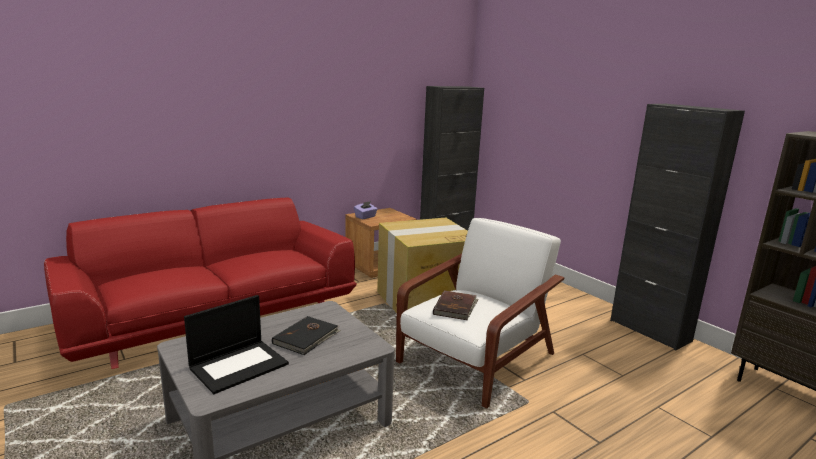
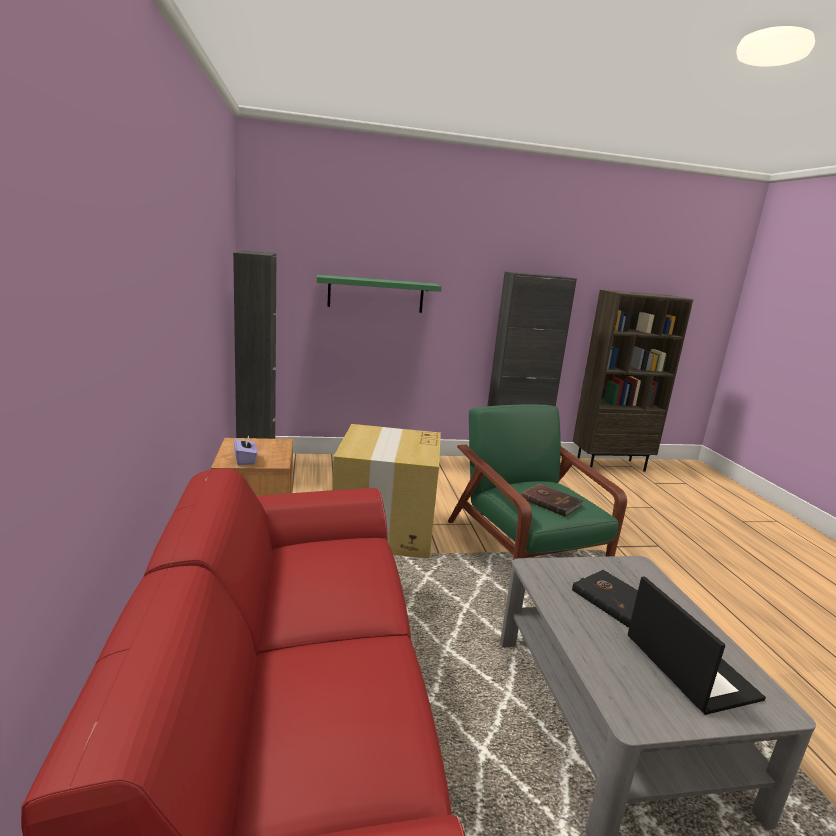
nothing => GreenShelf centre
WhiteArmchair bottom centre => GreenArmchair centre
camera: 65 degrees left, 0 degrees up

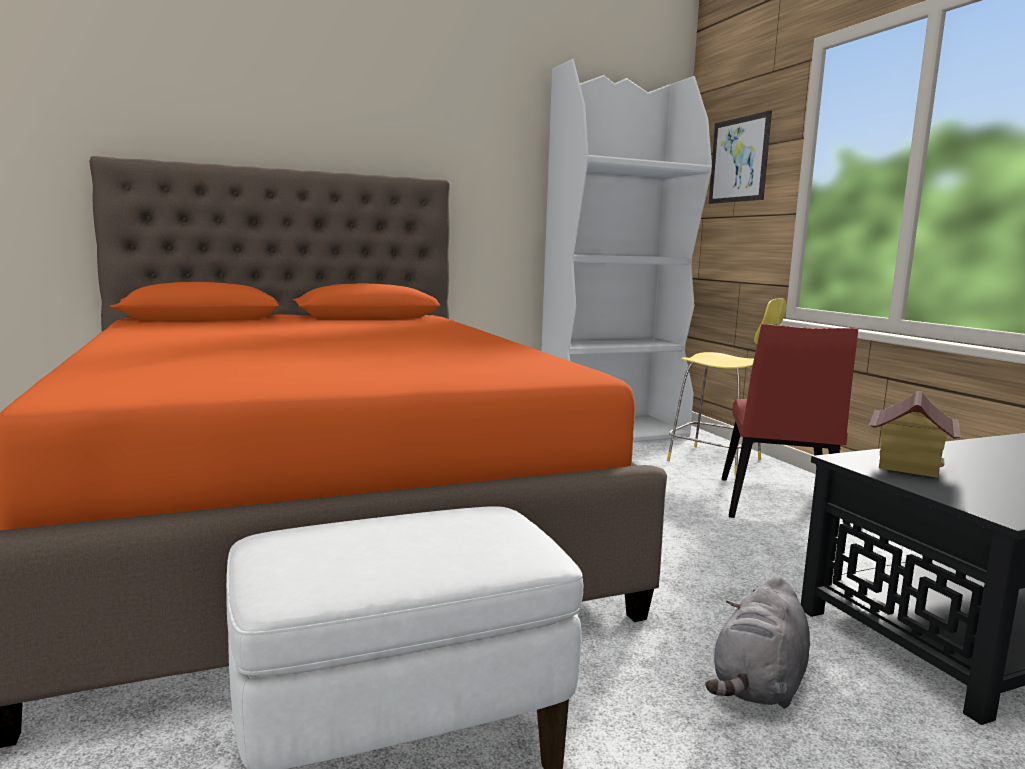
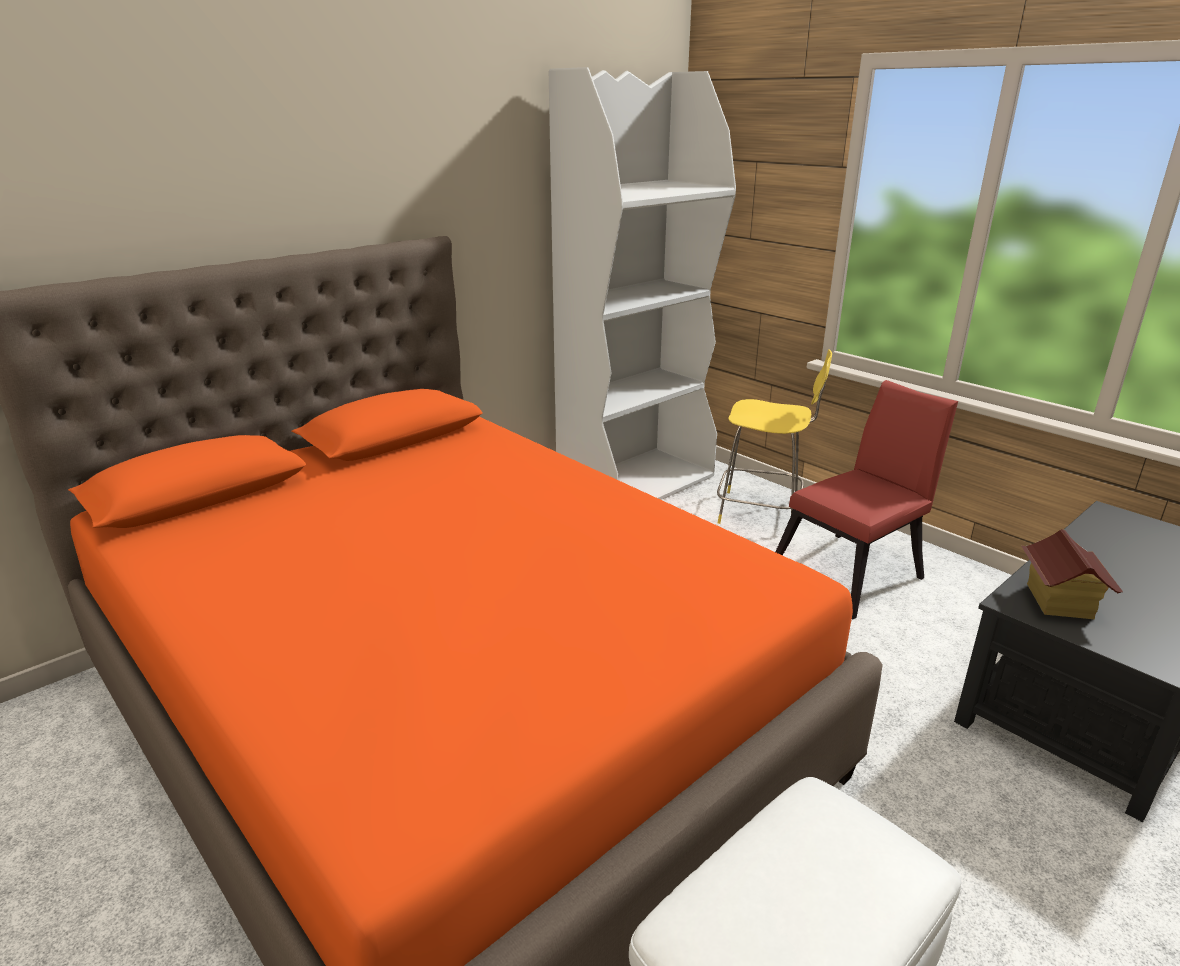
RedChair middle right, 120 degrees counterclockwise
GreyPlushToy bottom right => nothing
Picture top right => nothing
camera: 20 degrees left, 15 degrees up

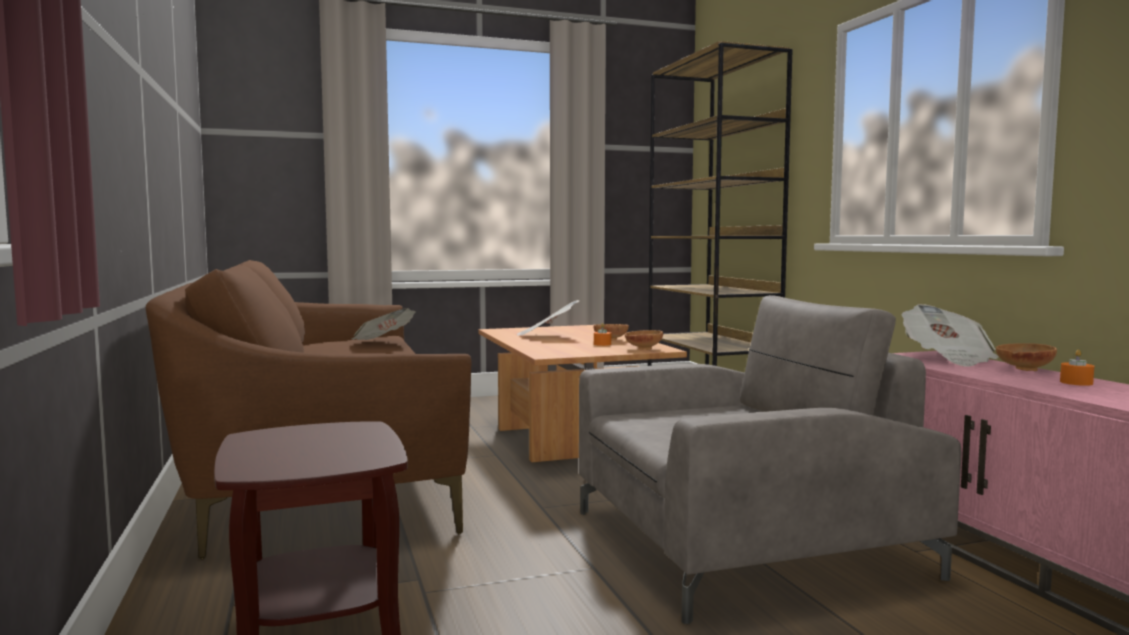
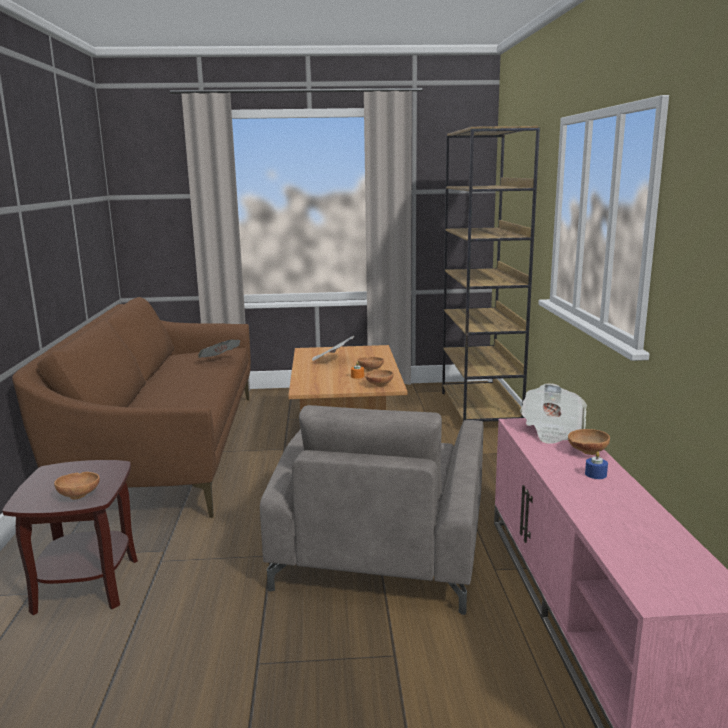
nothing => BrownBowl (1st from left) bottom left
GreyArmchair bottom right => GreyArmchair bottom centre, 105 degrees clockwise
OrangeCandle (2nd from left) middle right => BlueCandle middle right
camera: 15 degrees right, 10 degrees up

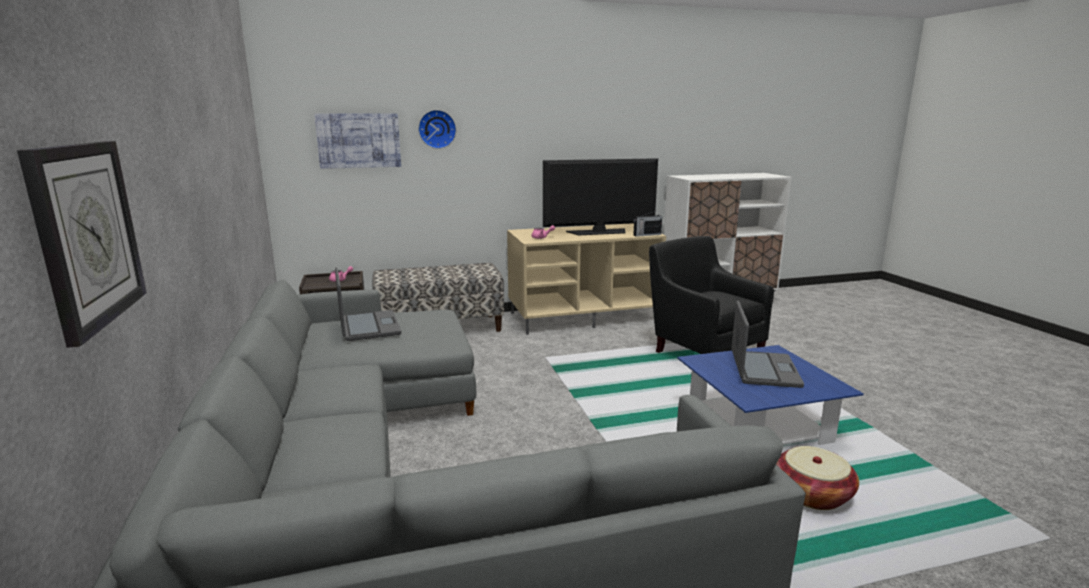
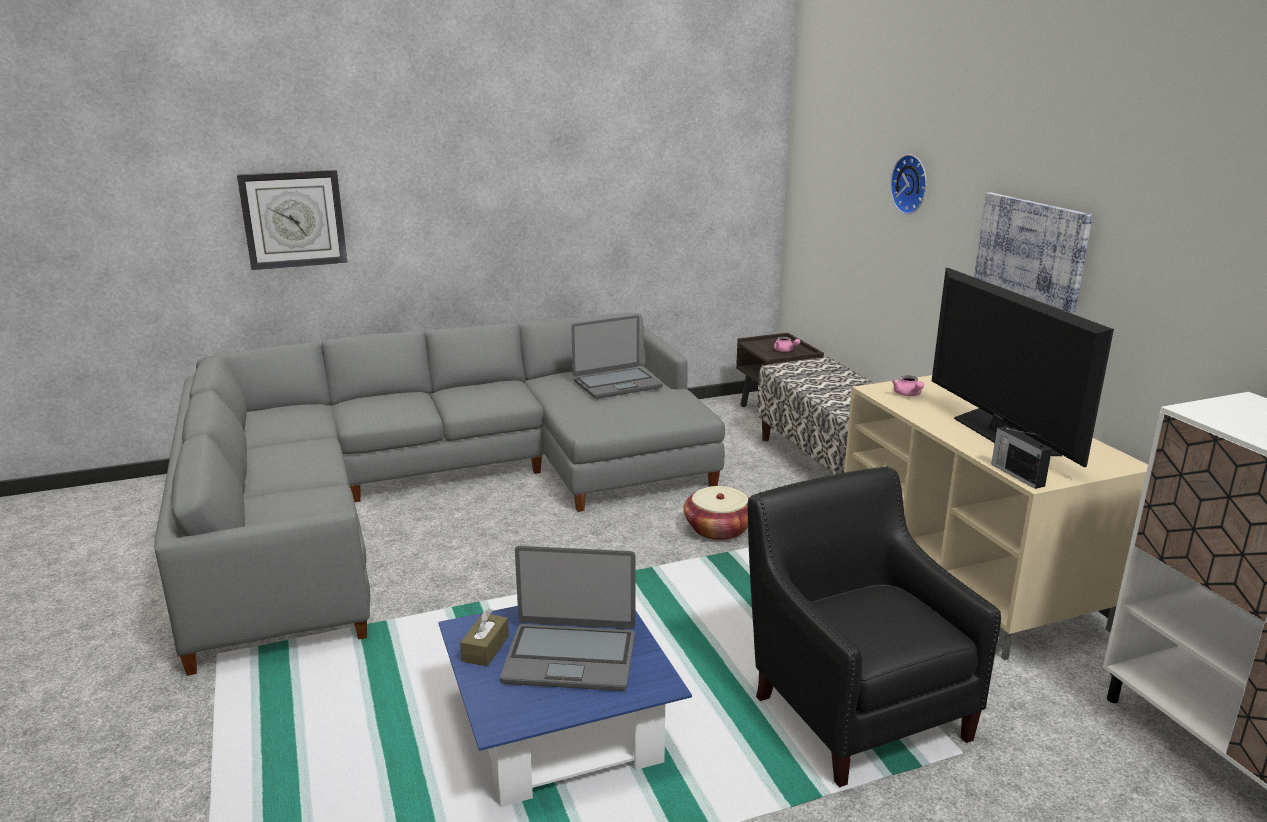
nothing => BrownTissueBox bottom centre
Basket bottom right => Basket centre, move
BlackArmchair centre => BlackArmchair bottom right, 75 degrees counterclockwise
Picture top left => Picture top right, move
camera: 85 degrees right, 5 degrees up

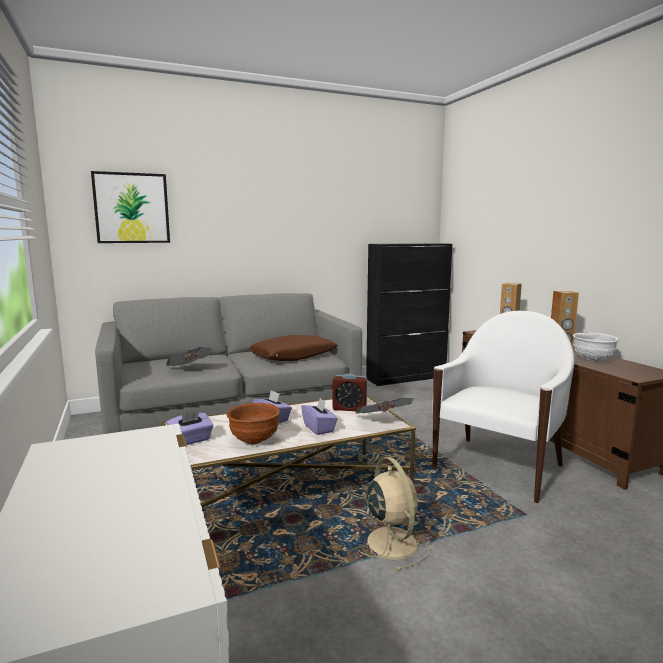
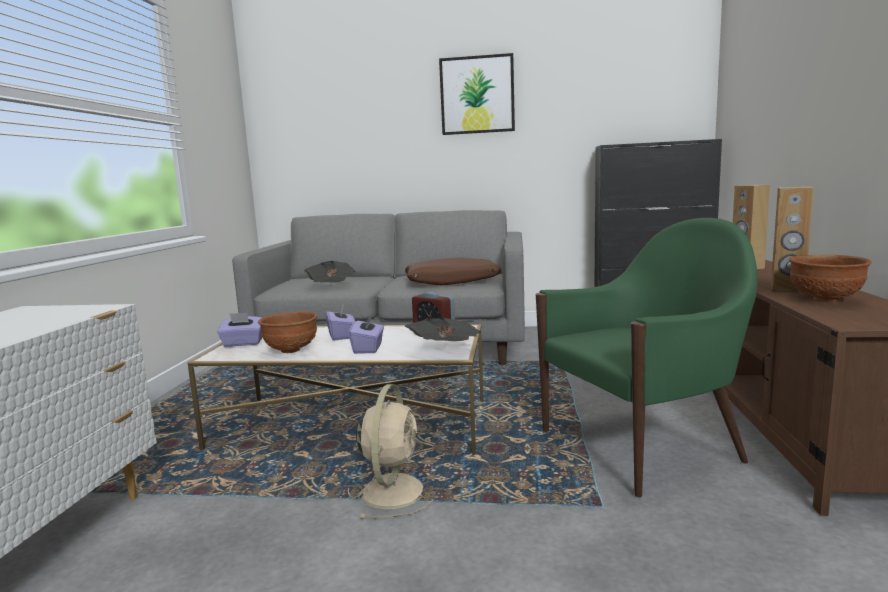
Picture top left => Picture top centre, move
WhiteArmchair middle right => GreenArmchair middle right
WhiteBowl middle right => BrownBowl (2nd from left) middle right
camera: 30 degrees right, 0 degrees up

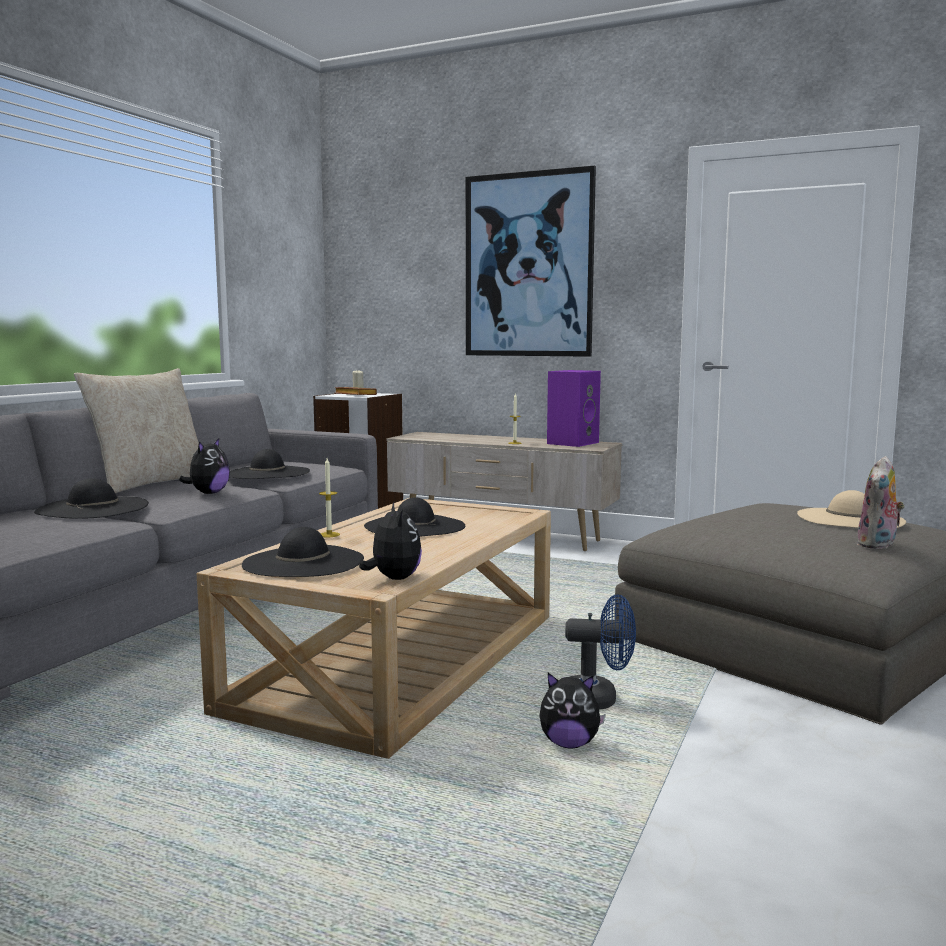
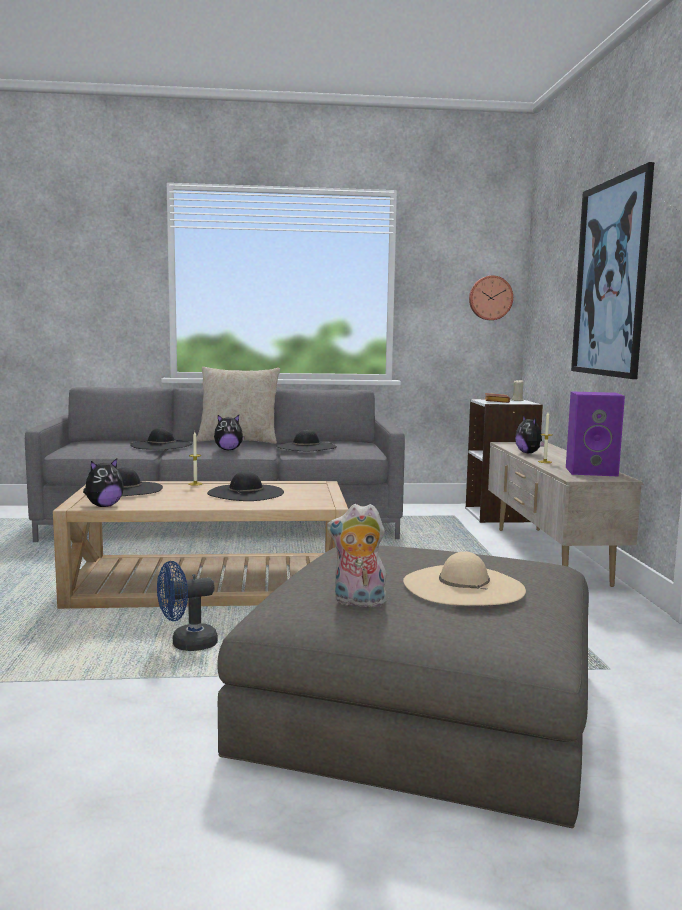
BlueFan bottom centre => BlueFan middle left, 90 degrees clockwise
nothing => WallClock top right
PlushToy (3rd from left in the first image) bottom centre => PlushToy (4th from left) middle right, move
camera: 60 degrees right, 0 degrees up

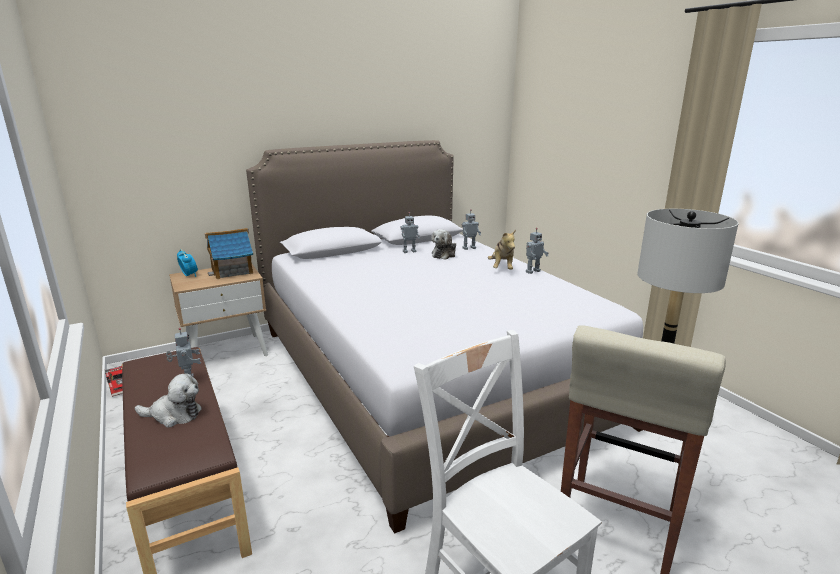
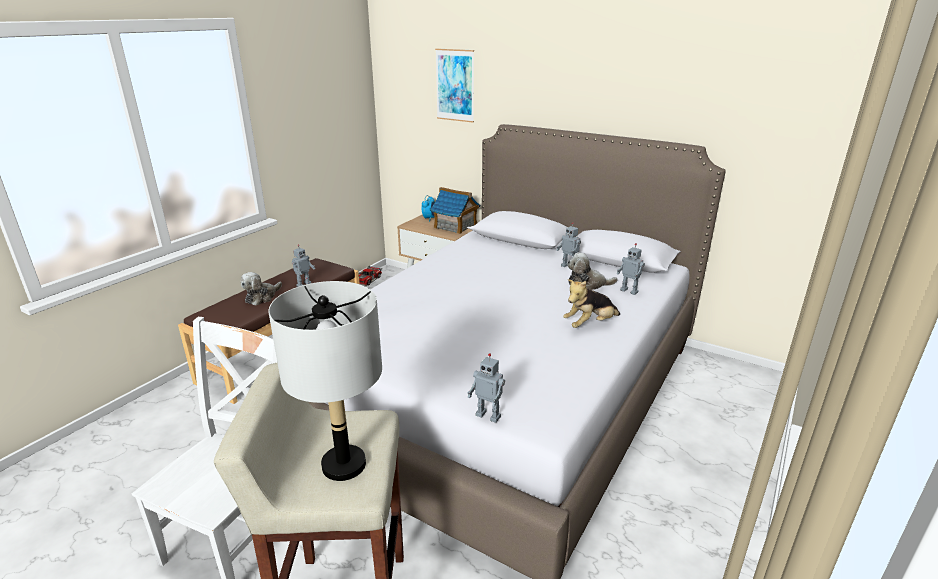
PlushToy (1st from left) bottom left => PlushToy (1st from left) middle left, 60 degrees clockwise
nothing => Picture top centre
ToyRobot (4th from left in the first image) centre => ToyRobot (2nd from left) bottom centre, move
camera: 60 degrees right, 5 degrees up

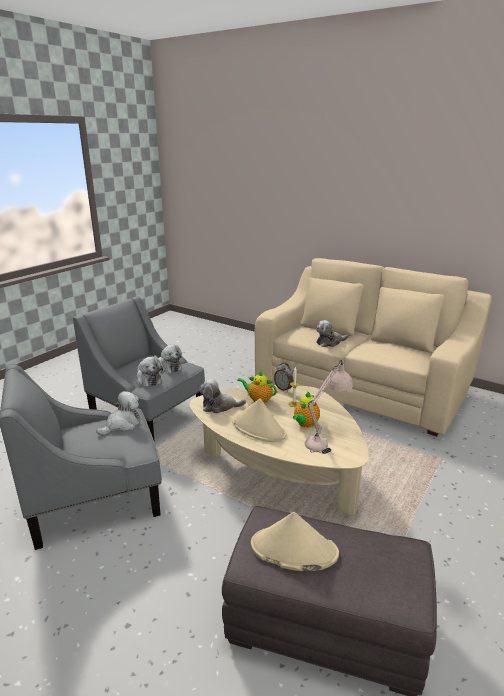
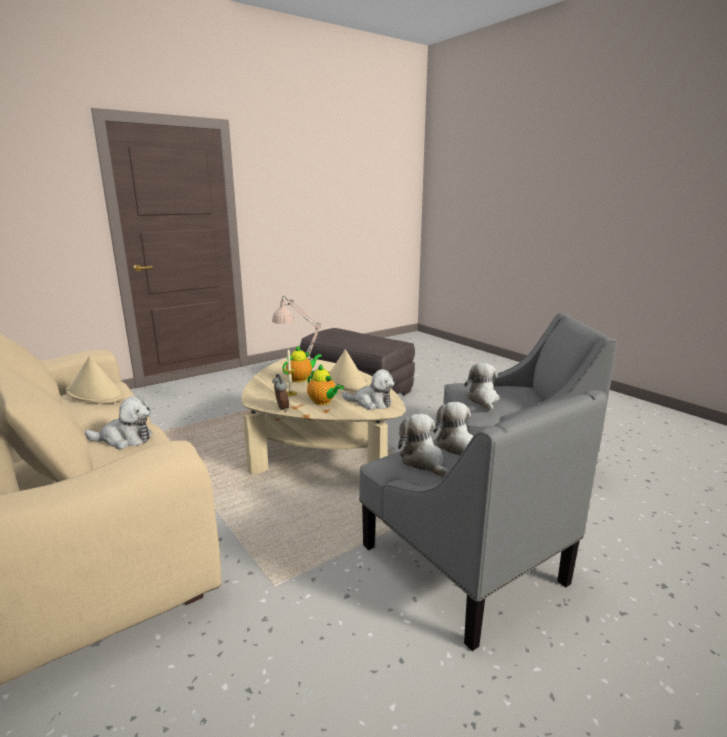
BeigeHat (2nd from left in the first image) bottom centre => BeigeHat (1st from left) middle left, move
PlushToy (1st from left in the first image) middle left => PlushToy (5th from left) centre, 120 degrees clockwise
camera: 160 degrees left, 5 degrees down

